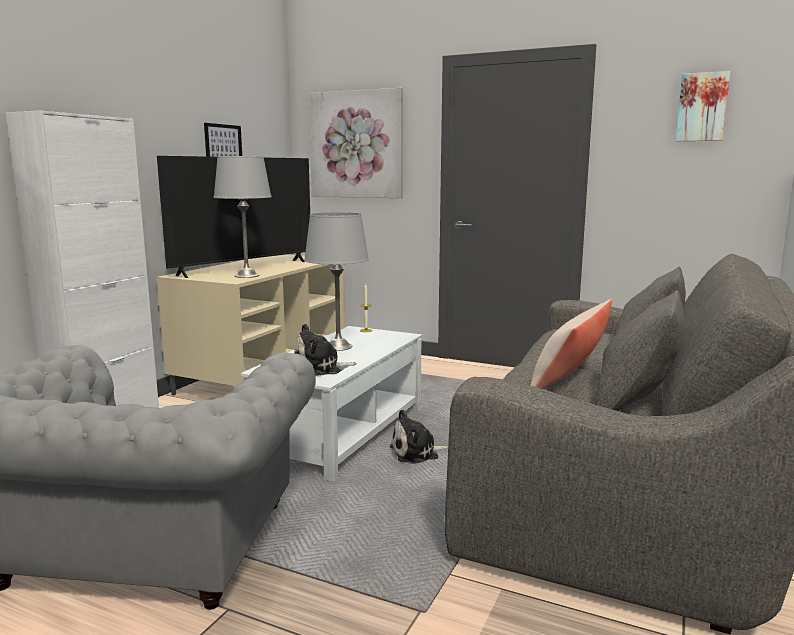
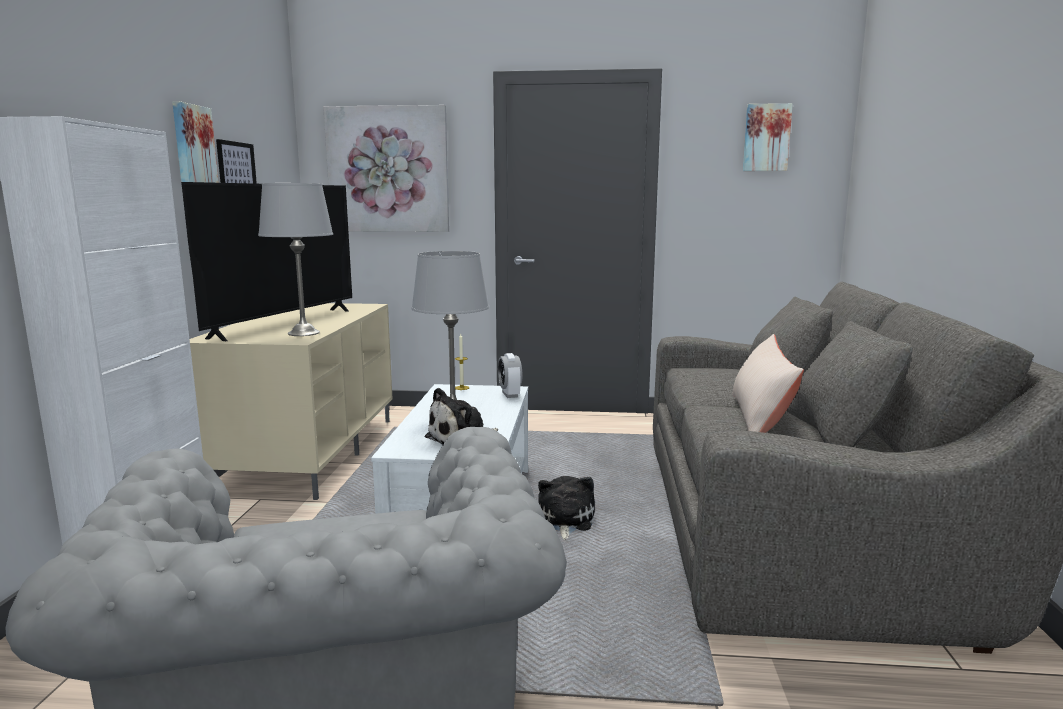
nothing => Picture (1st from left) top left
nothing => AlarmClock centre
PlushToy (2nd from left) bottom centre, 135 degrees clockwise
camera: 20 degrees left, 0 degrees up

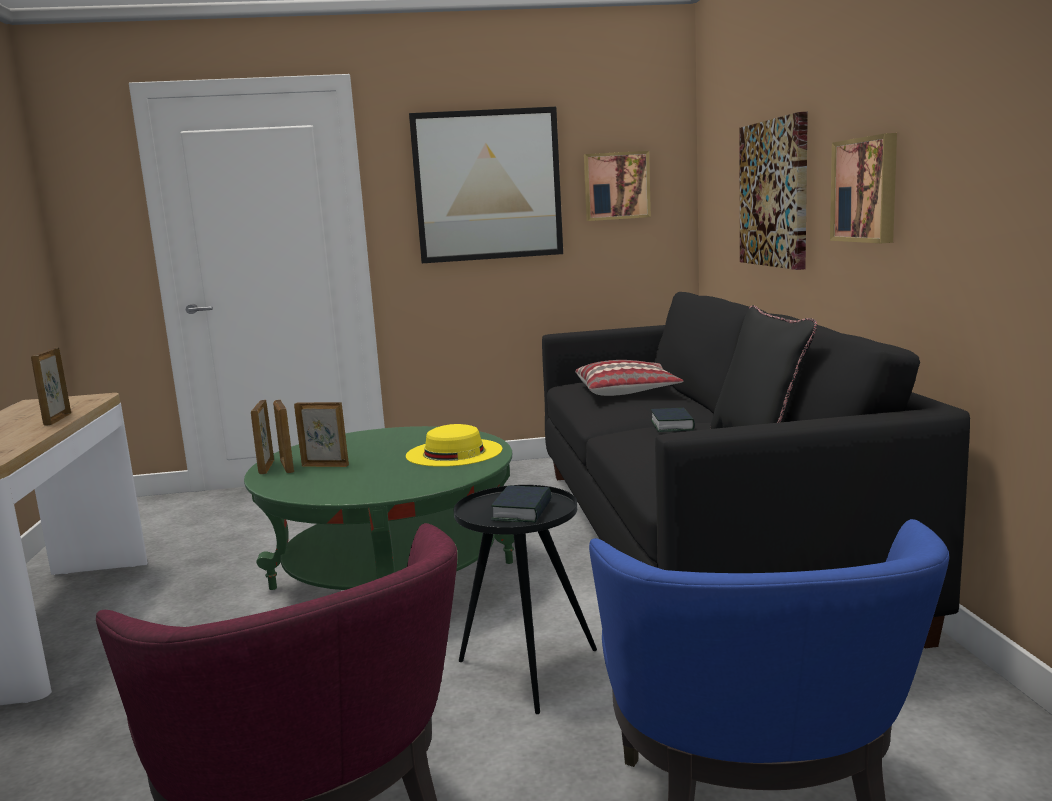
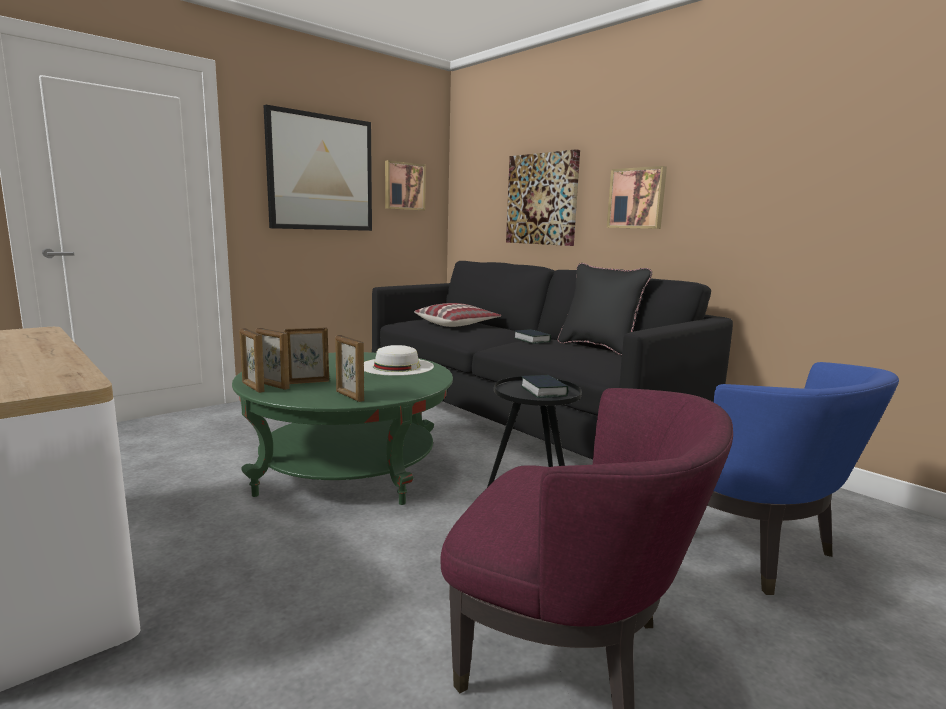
PictureFrame (1st from left in the first image) middle left => PictureFrame (4th from left) centre, move
YellowHat centre => WhiteHat centre
camera: 35 degrees left, 0 degrees up

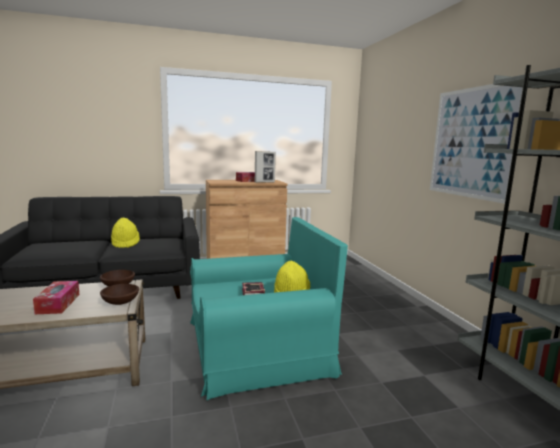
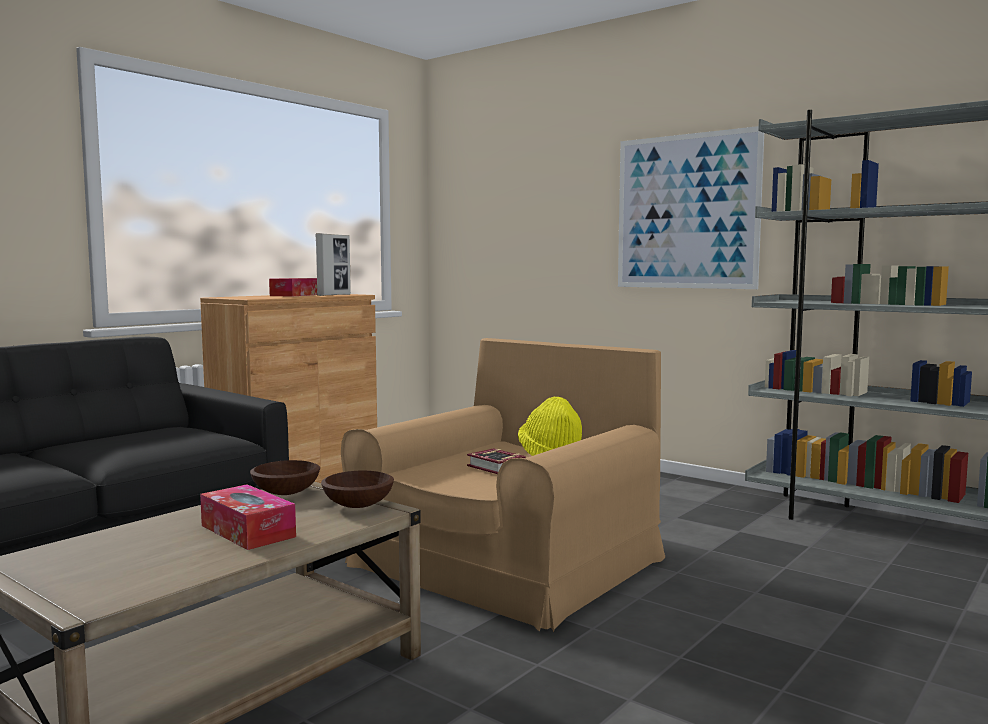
TurquoiseArmchair bottom centre => BrownArmchair bottom centre
YellowHat (1st from left) middle left => nothing
camera: 35 degrees left, 5 degrees down

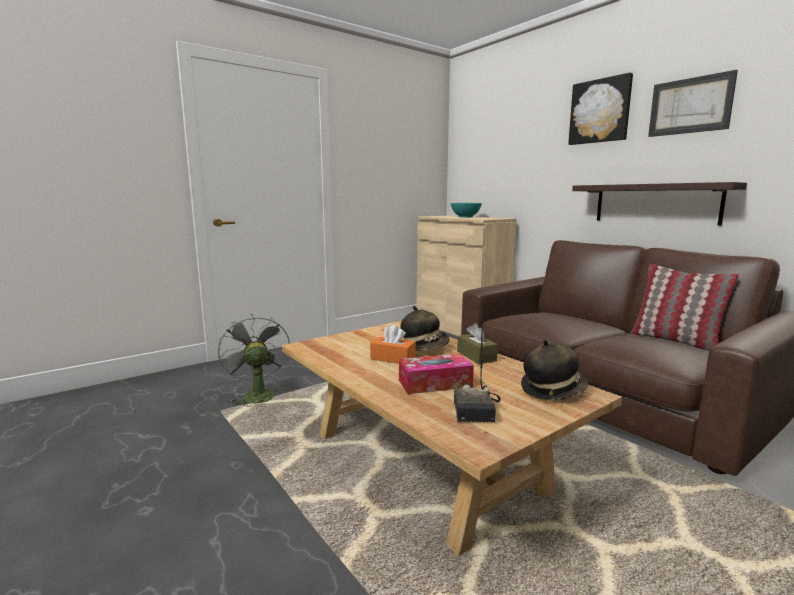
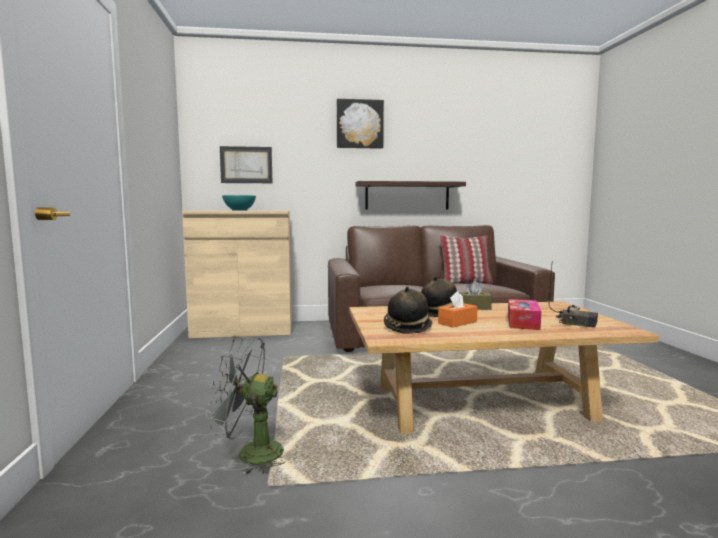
Picture (2nd from left in the first image) top right => Picture (1st from left) top centre, move
Hat (2nd from left in the first image) middle right => Hat (1st from left) centre, move
camera: 60 degrees left, 5 degrees down

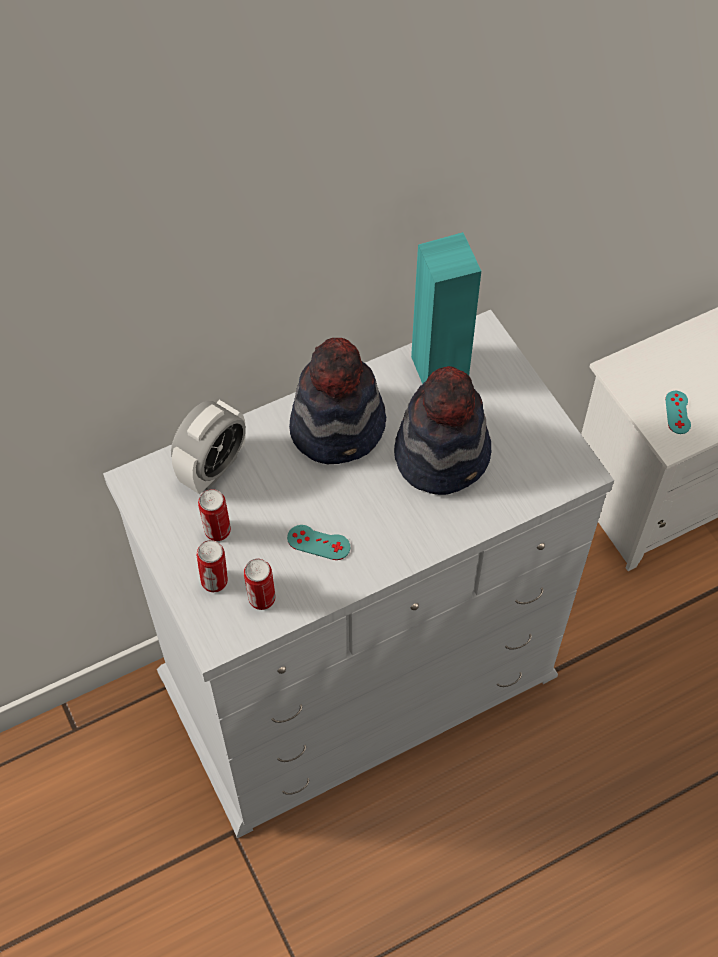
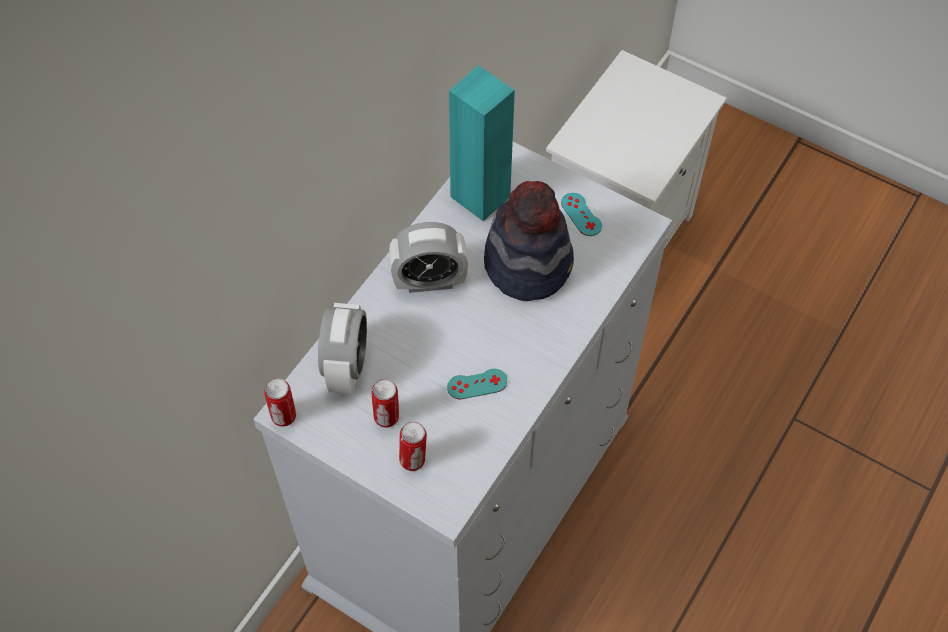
Can (3rd from left in the first image) centre => Can (1st from left) middle left, move
Hat (1st from left) centre => AlarmClock (2nd from left) centre
TurquoiseGameController (2nd from left) middle right => TurquoiseGameController (2nd from left) centre, move
camera: 30 degrees left, 0 degrees up

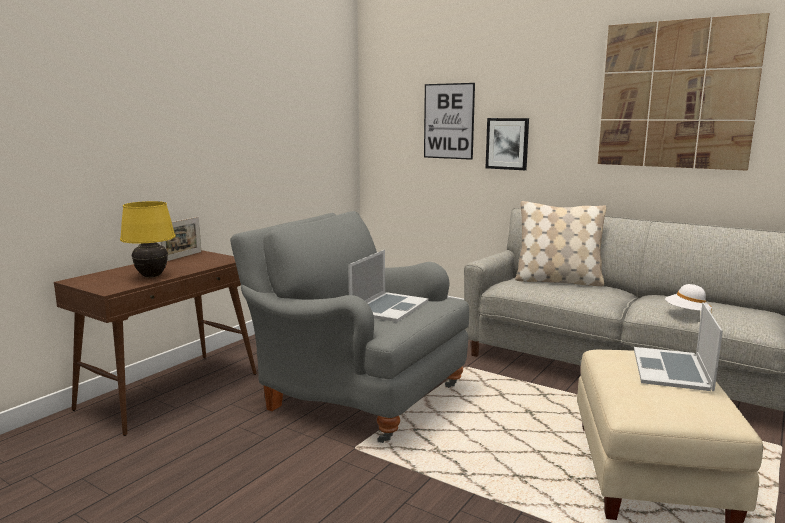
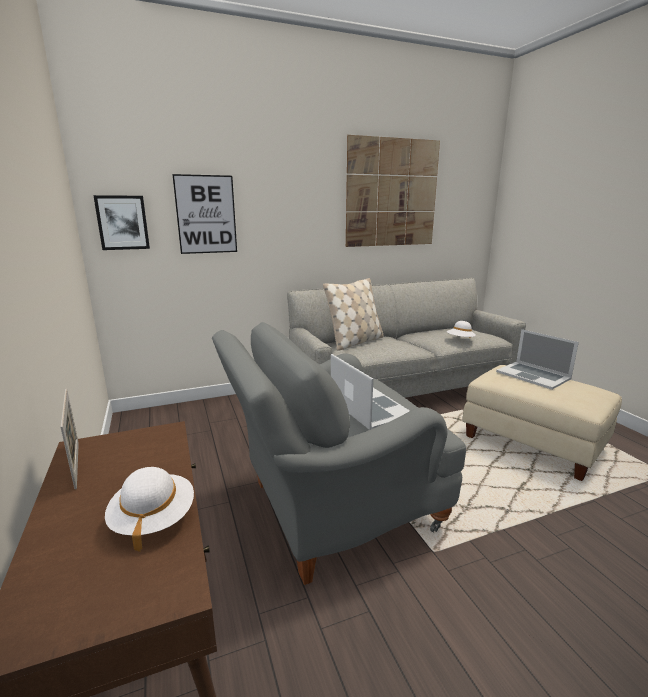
Picture (2nd from left in the first image) top centre => Picture (1st from left) top left, move
YellowTableLamp middle left => WhiteHat (1st from left) bottom left
camera: 55 degrees left, 5 degrees up

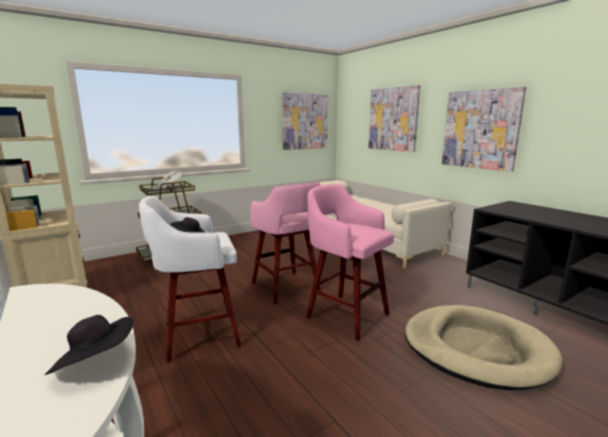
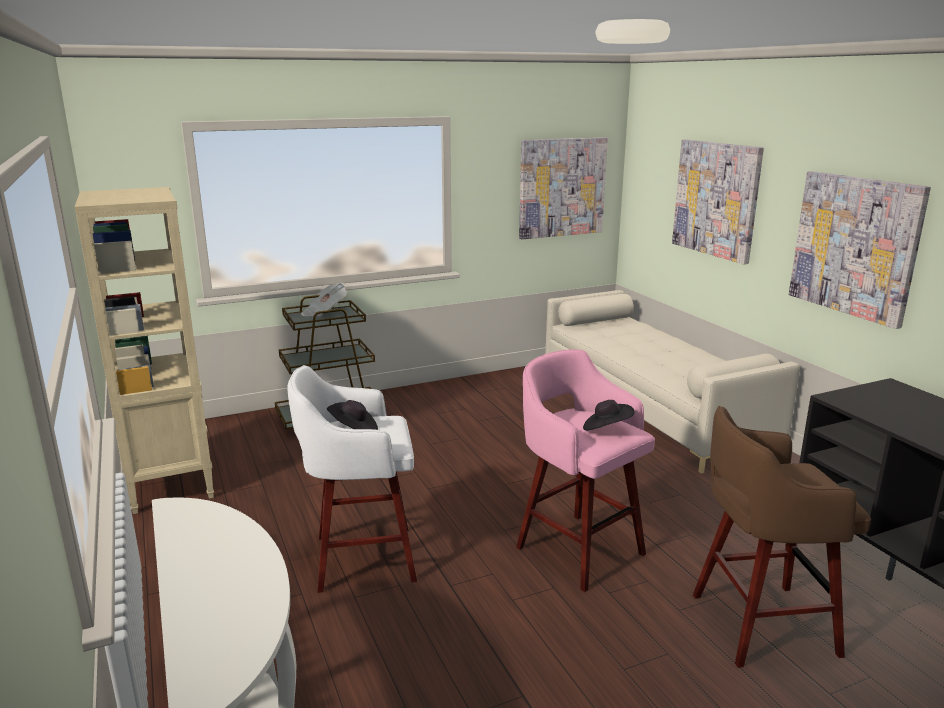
BlackHat (1st from left in the first image) bottom left => BlackHat (2nd from left) centre, move
BeigeDogBed bottom right => BrownStool bottom right
PinkStool (1st from left) centre => nothing
camera: 10 degrees right, 5 degrees up

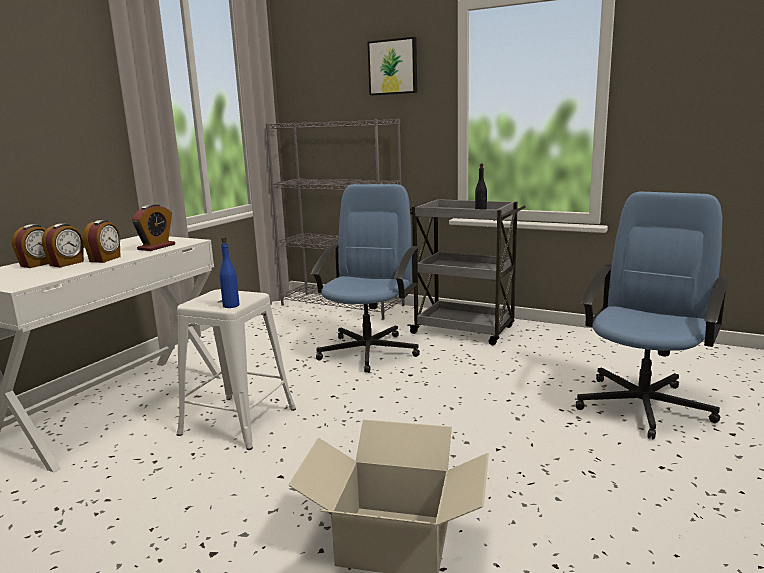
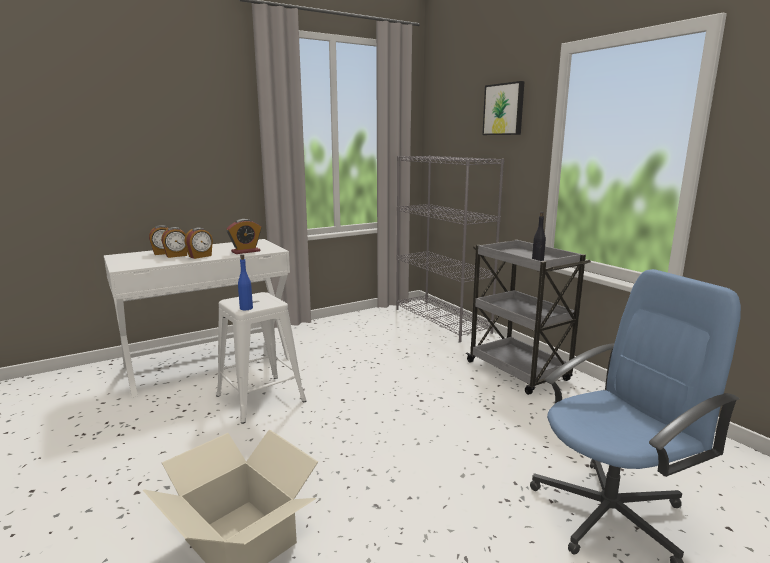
BlueOfficeChair (1st from left) centre => nothing
camera: 30 degrees right, 0 degrees up

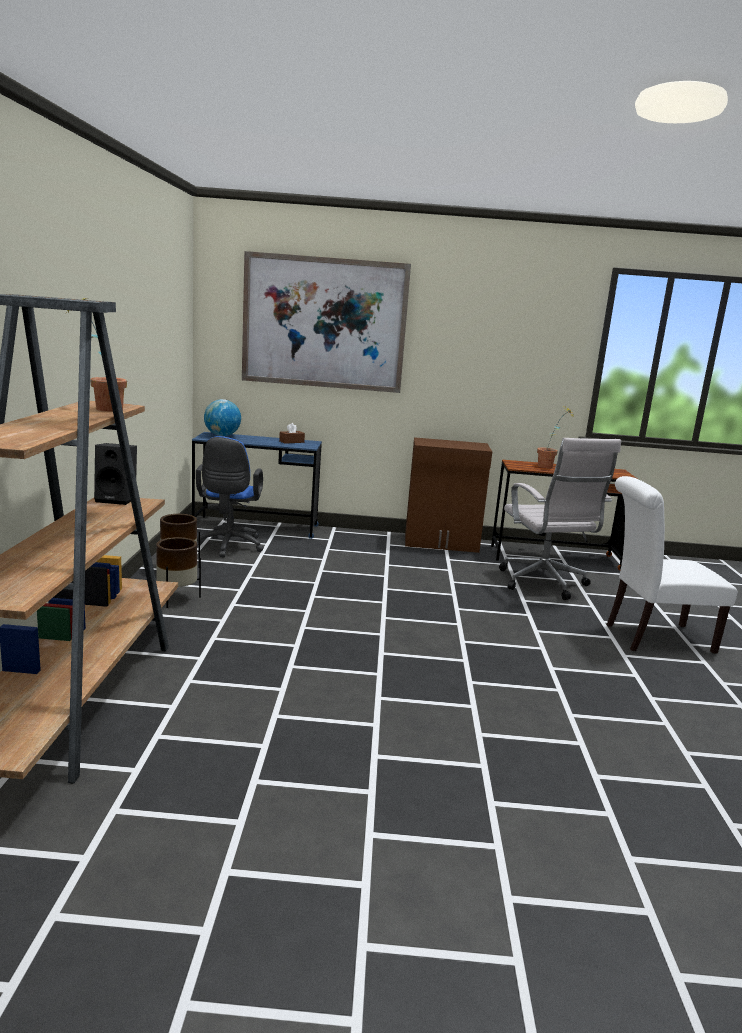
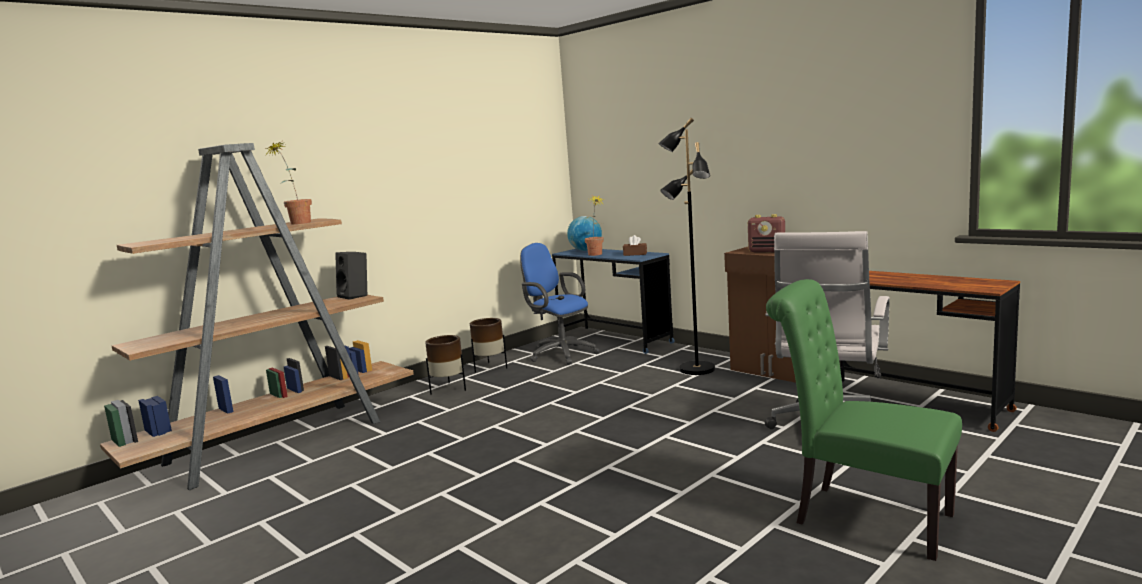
BlueOfficeChair middle left => BlueOfficeChair centre, 90 degrees clockwise
PottedPlant (2nd from left) middle right => PottedPlant (2nd from left) centre, move
nothing => BlackFloorLamp centre
nothing => Radio middle right
WhiteChair middle right => GreenChair bottom right
Picture top centre => nothing
camera: 45 degrees right, 5 degrees down

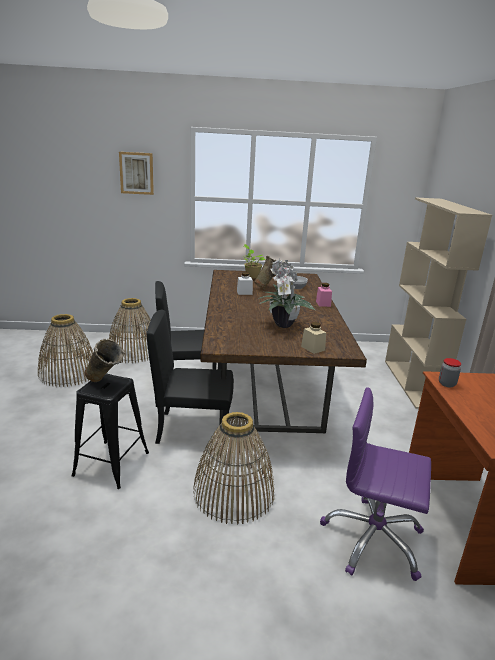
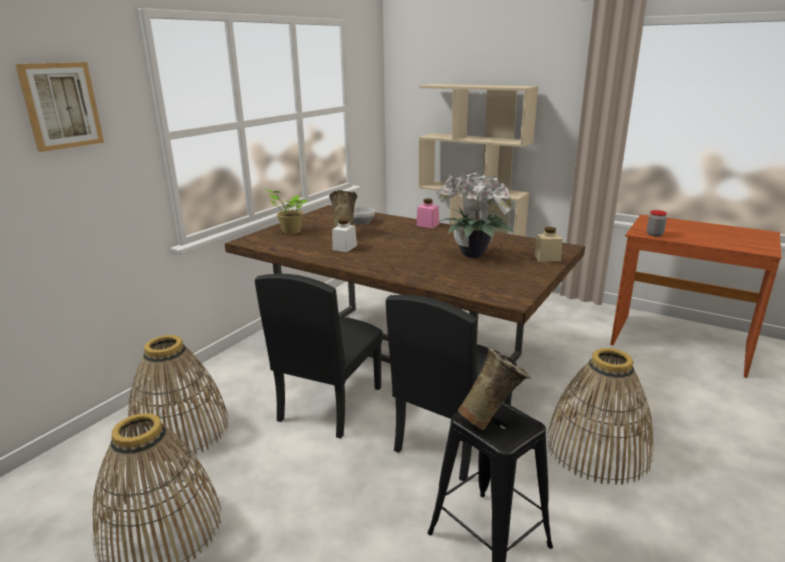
PurpleOfficeChair bottom right => nothing
camera: 55 degrees left, 0 degrees up

